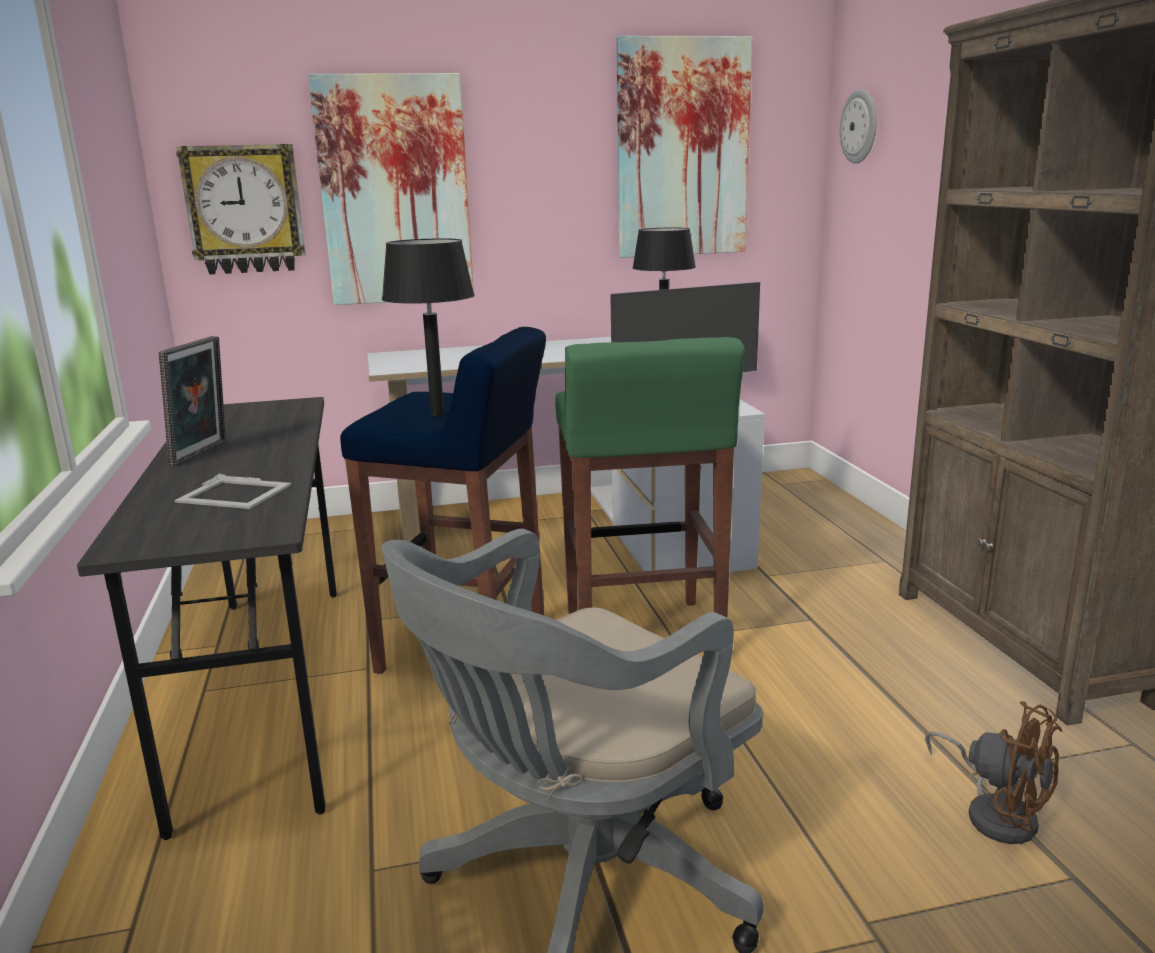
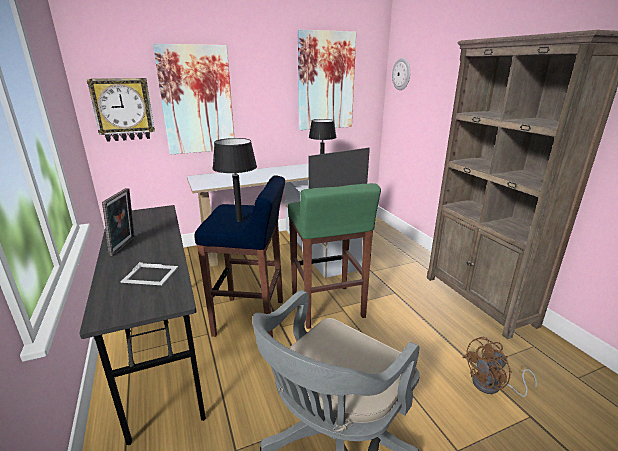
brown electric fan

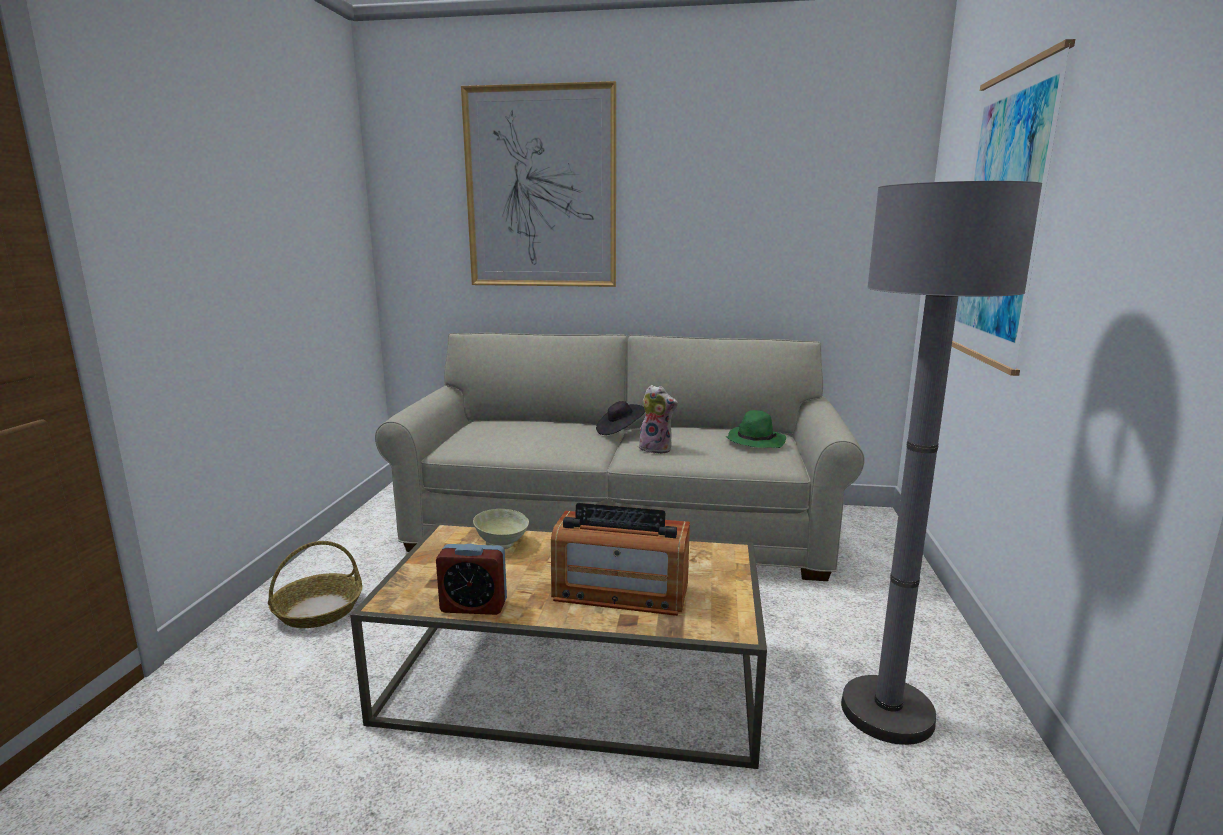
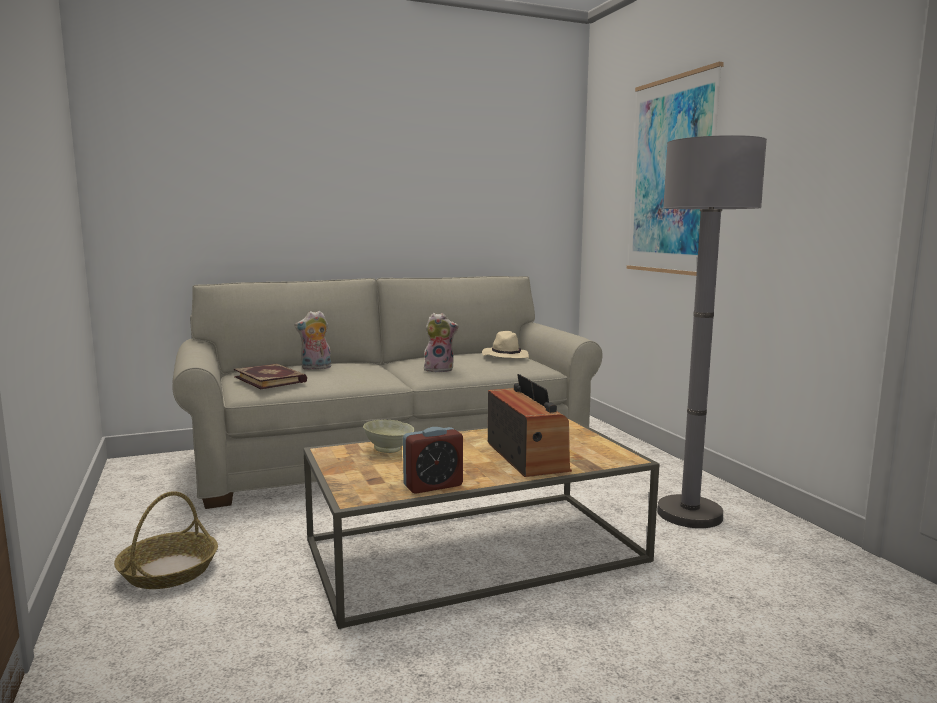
volume
soft toy (no. 1 from left)
beige-coloured hat
radio receiver
wall art (no. 1 from left in the first image)
black hat

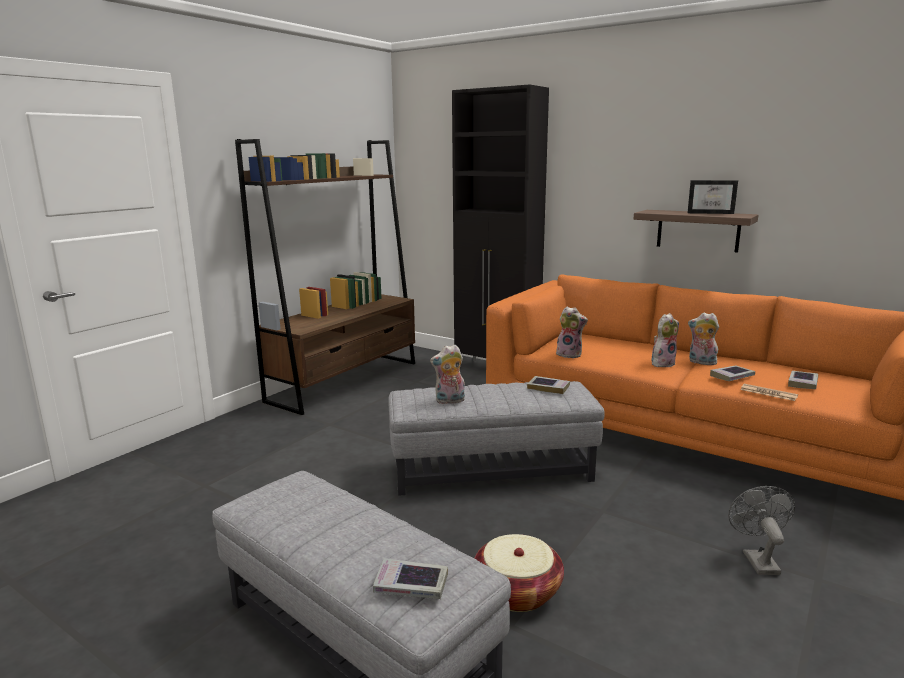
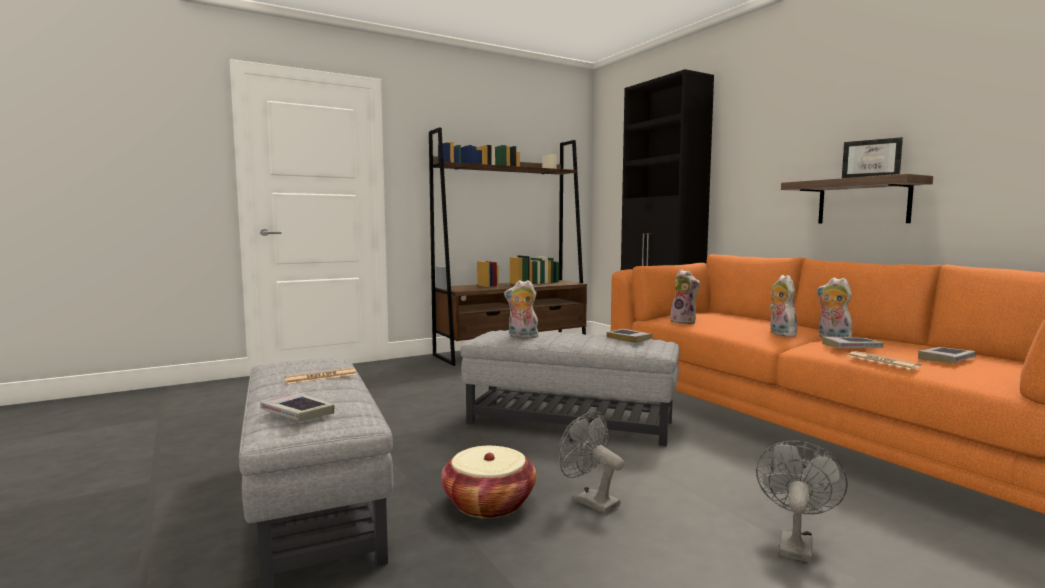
newspaper (no. 1 from left)
grey electric fan (no. 1 from left)
soft toy (no. 3 from left)

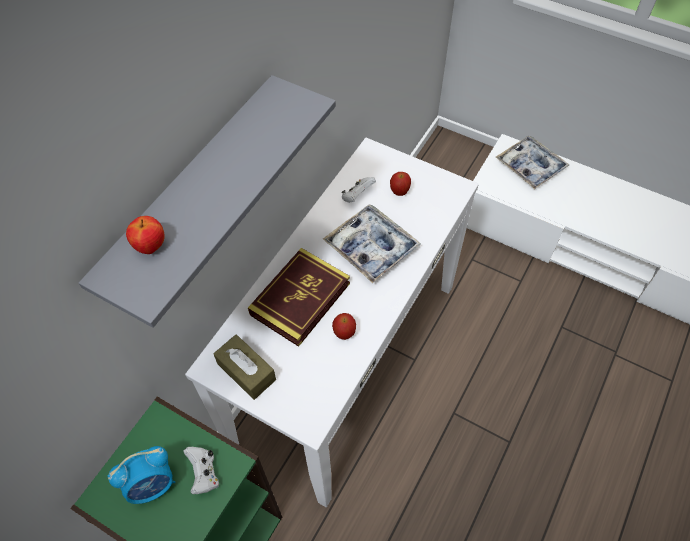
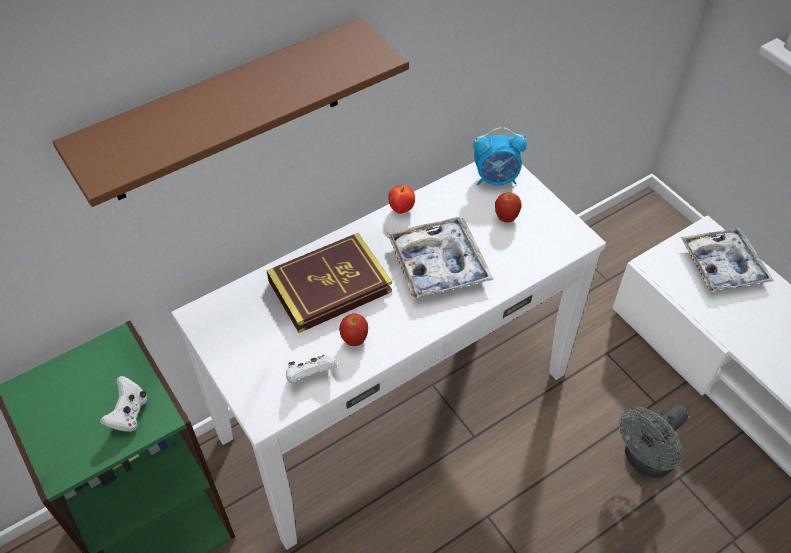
brown wall shelf
whitish gamepad (no. 2 from left)
whole apple (no. 2 from left)
table clock
grey electric fan
brown tissue box

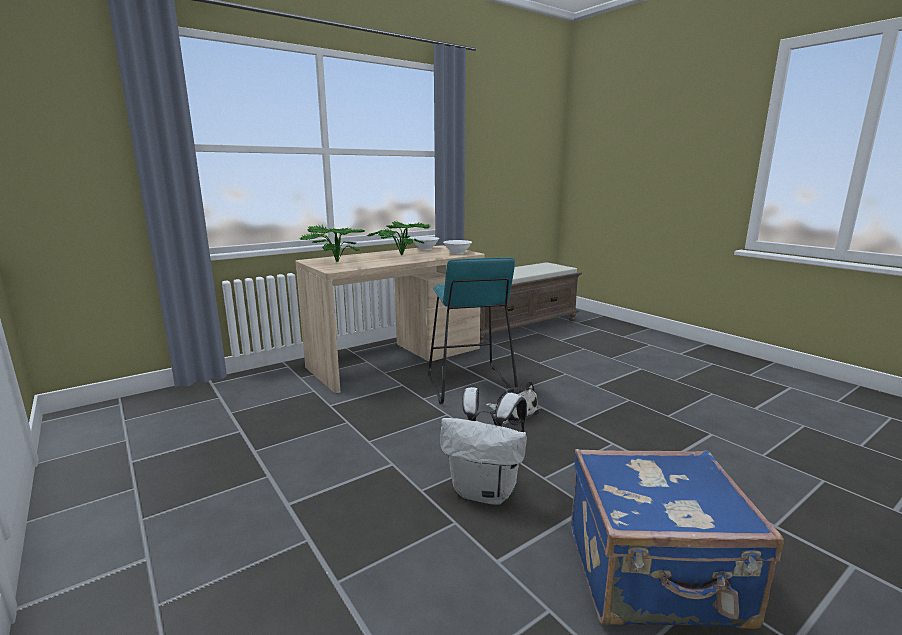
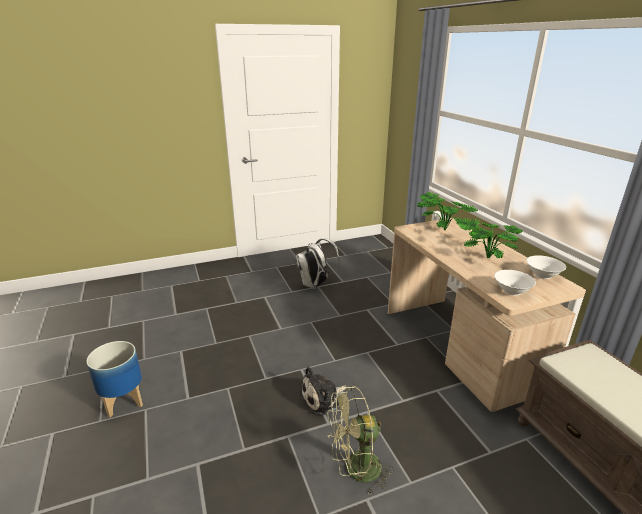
plant pot
whitish rucksack
green-coloured electric fan
turquoise stool

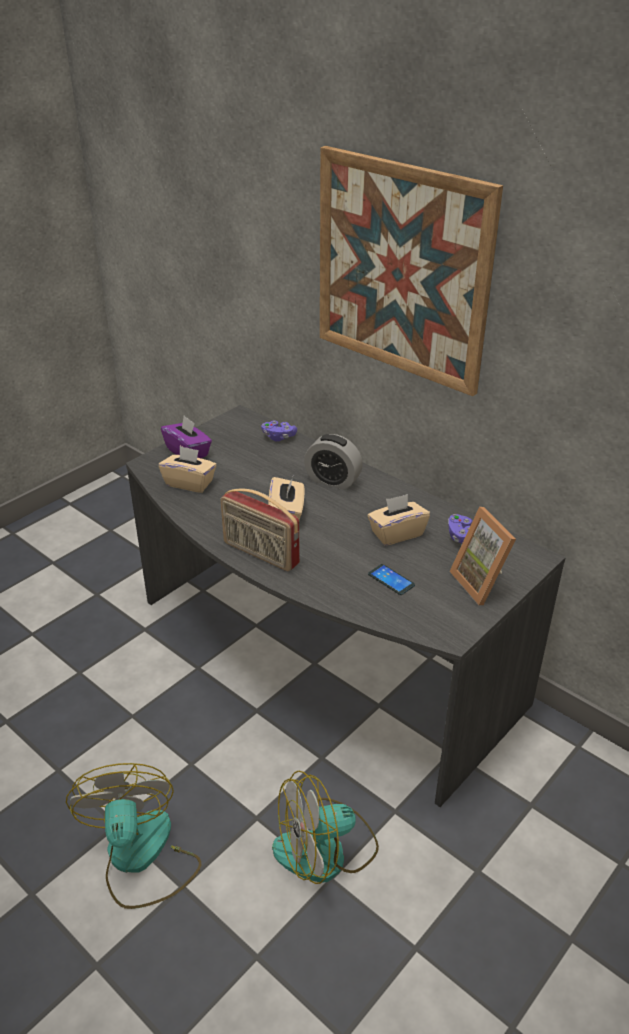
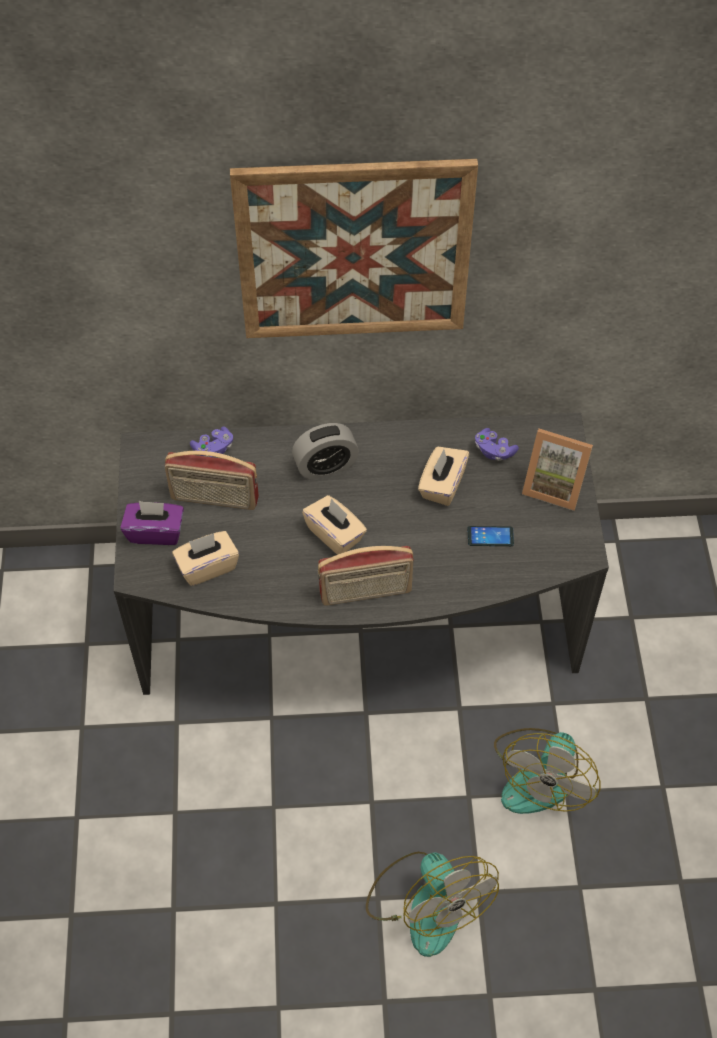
radio receiver (no. 1 from left)
electric fan (no. 1 from left)

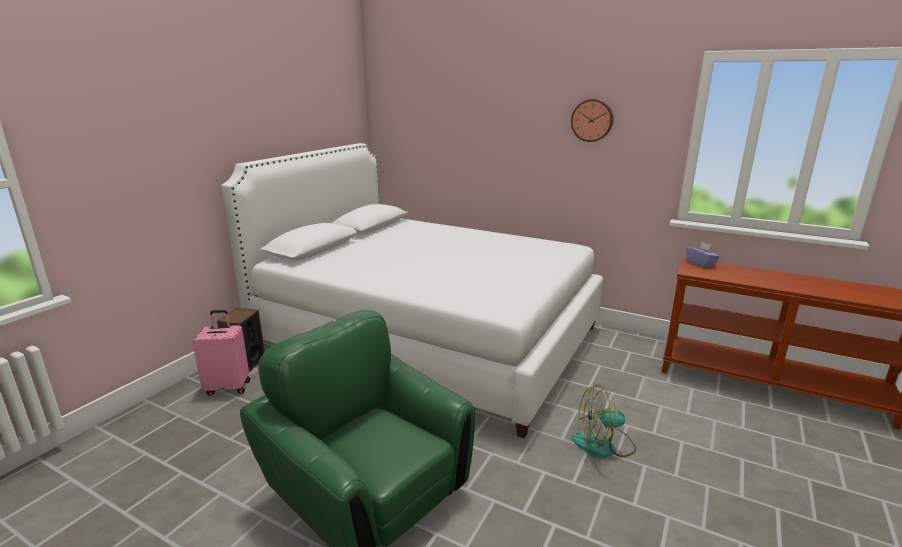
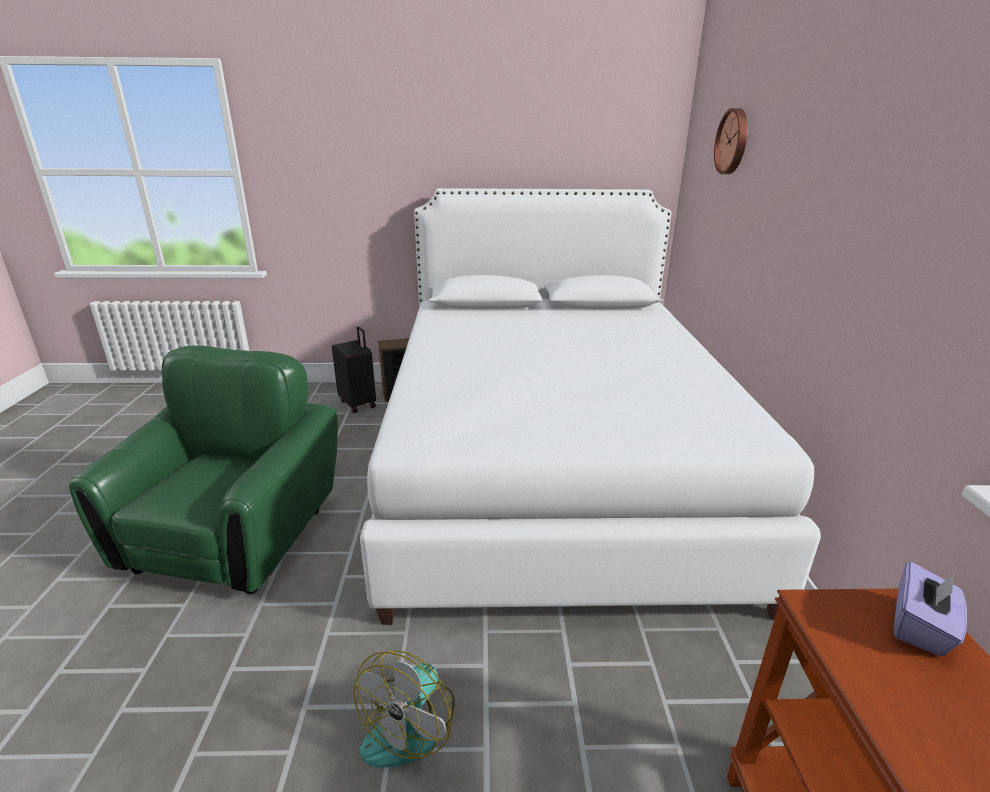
black travel case
electric fan
hanging clock

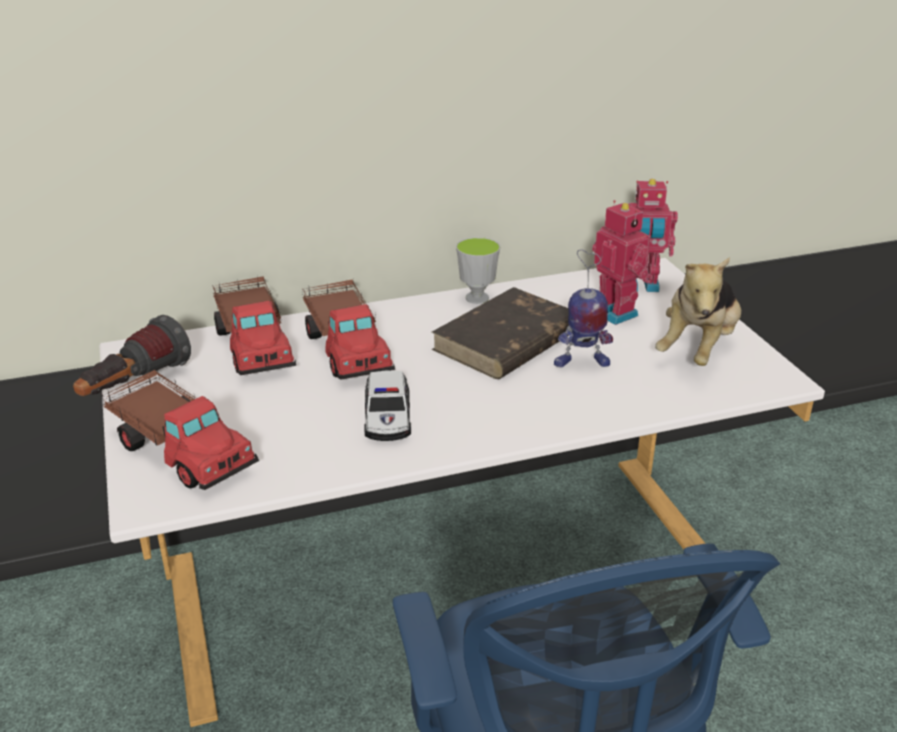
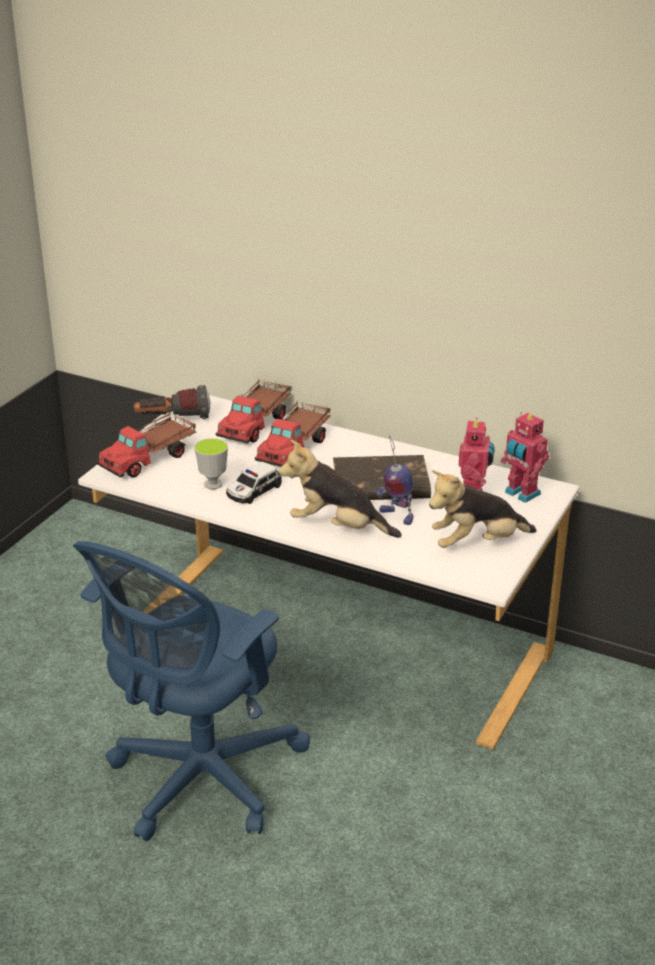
model truck (no. 1 from left)
cup
soft toy (no. 1 from left)

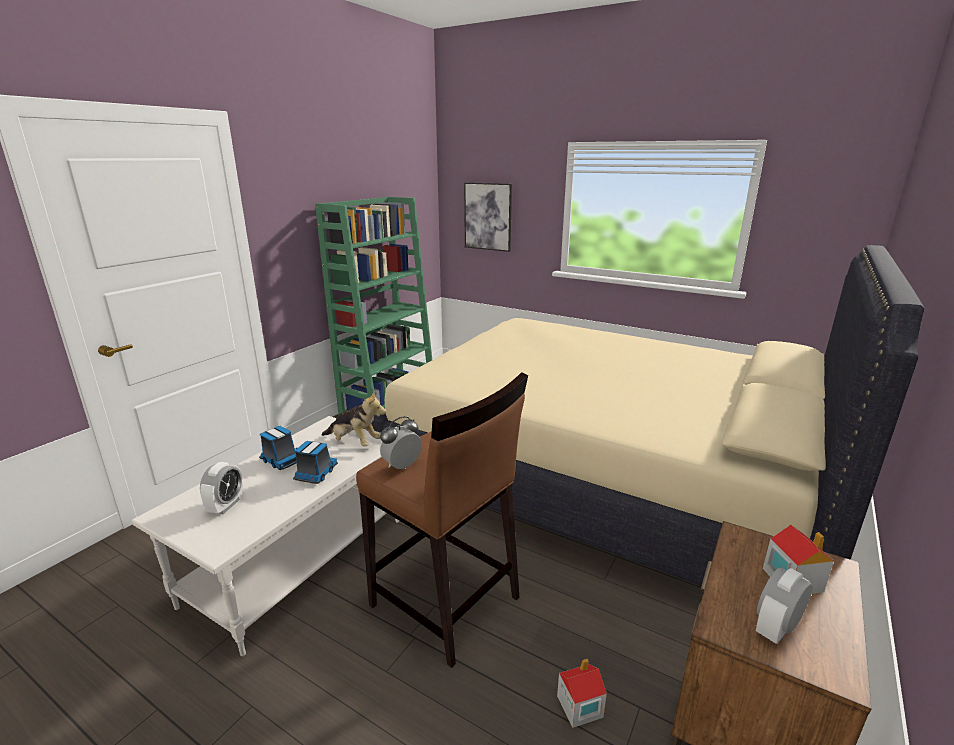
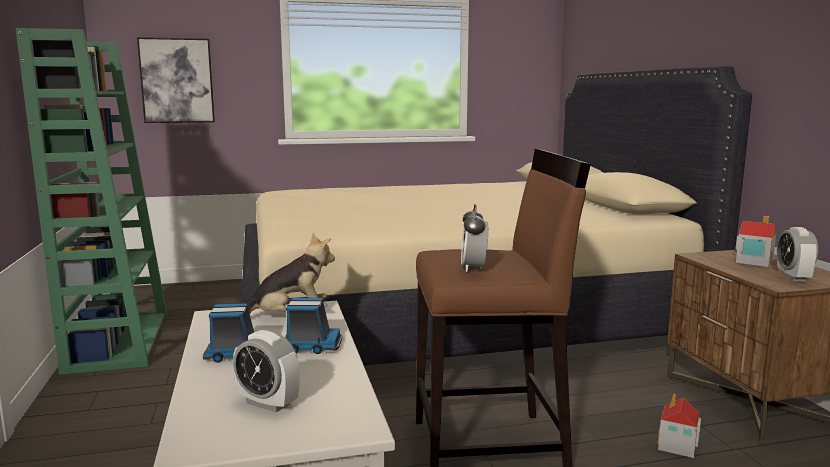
table clock (no. 1 from left)
model truck (no. 2 from left)

